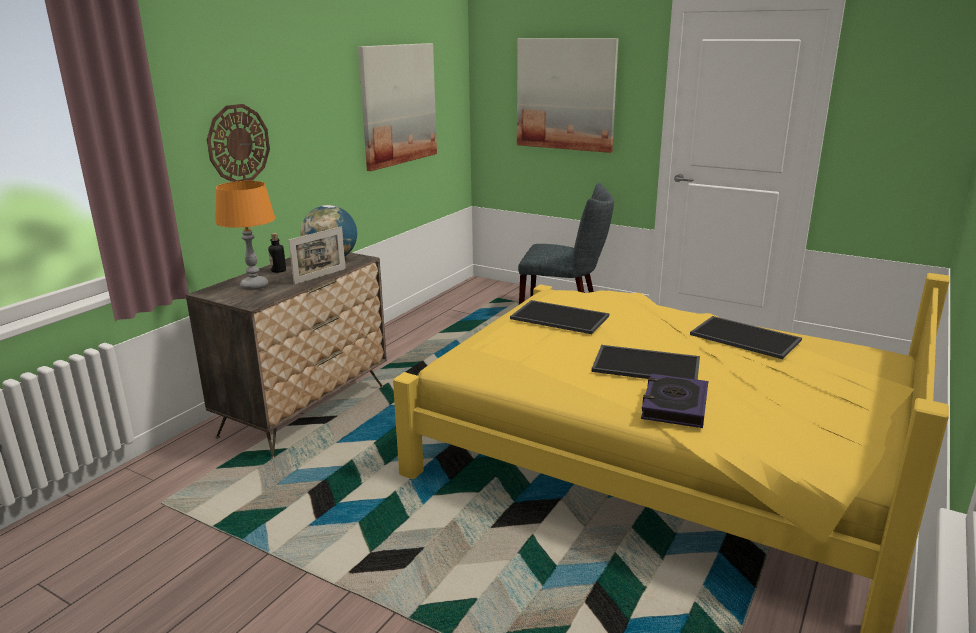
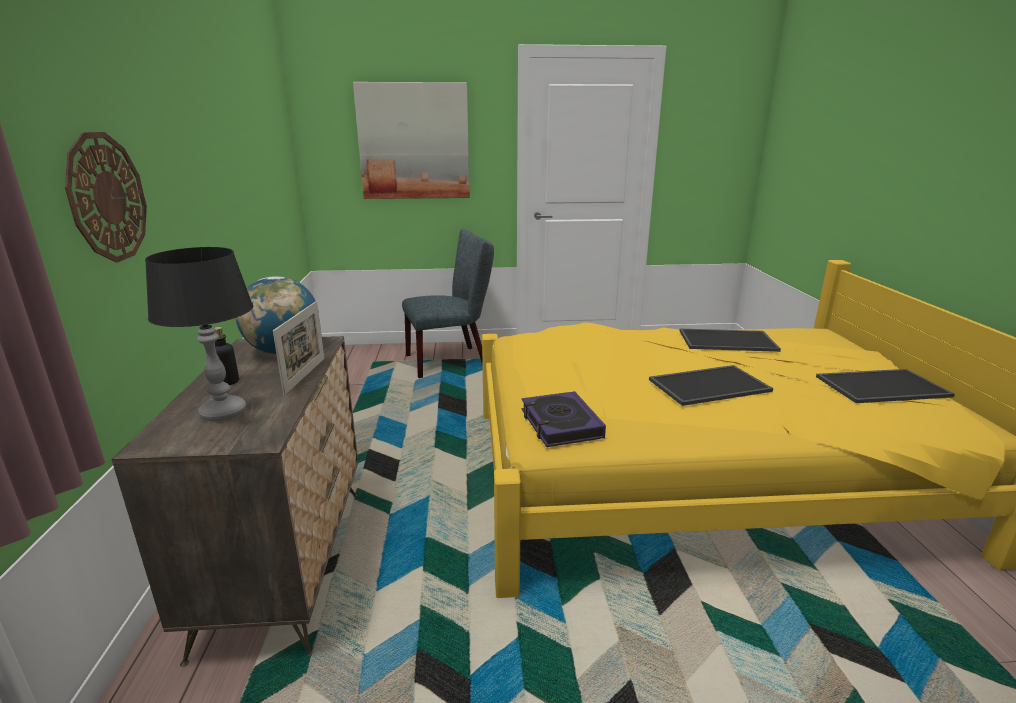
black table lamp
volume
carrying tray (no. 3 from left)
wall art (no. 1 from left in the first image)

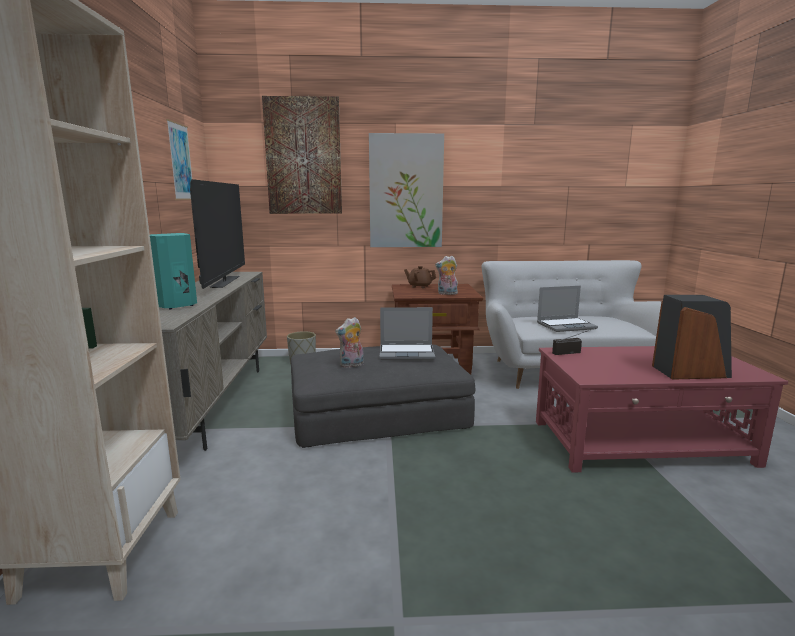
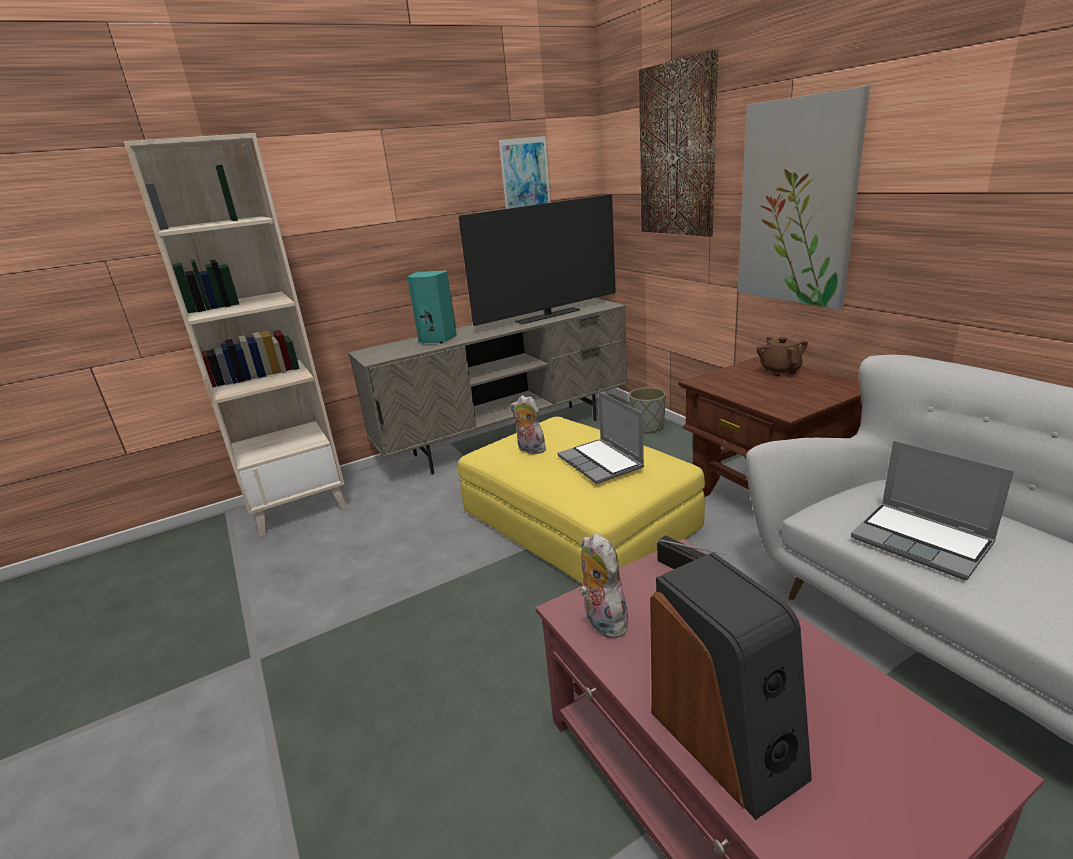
yellowish pouffe
soft toy (no. 2 from left)

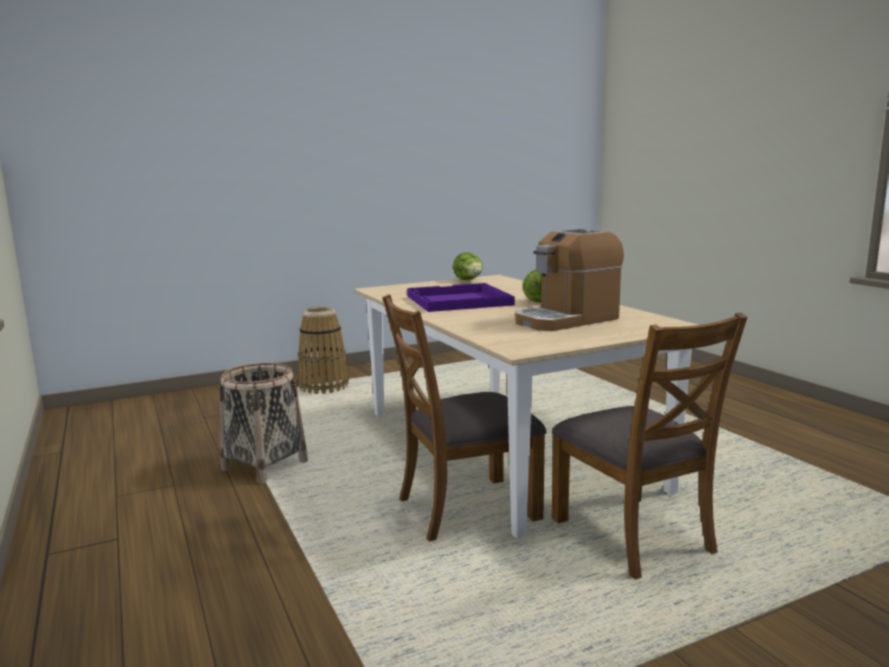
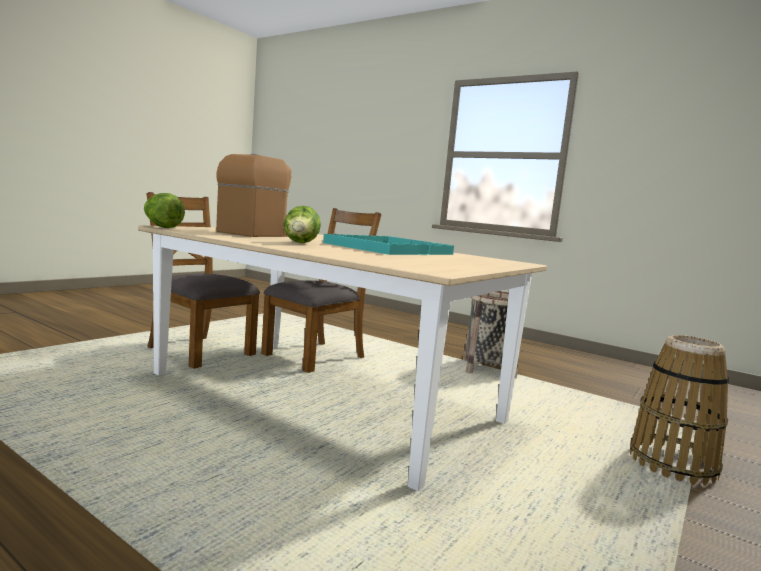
head of lettuce (no. 1 from left)
turquoise carrying tray

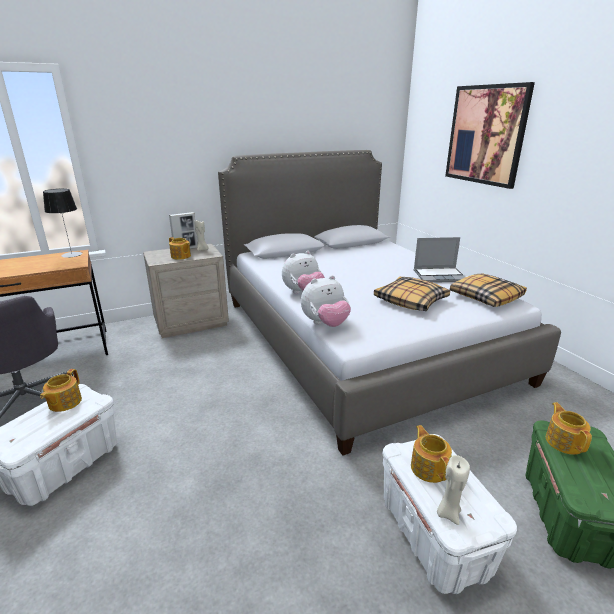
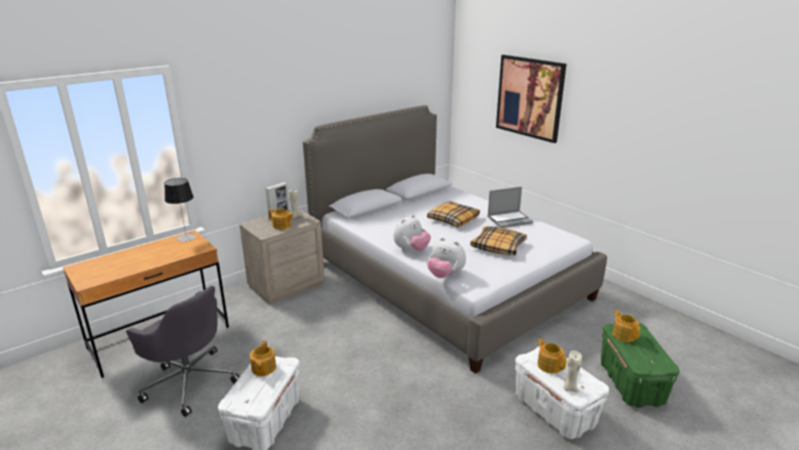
cushion (no. 1 from left)
soft toy (no. 2 from left)

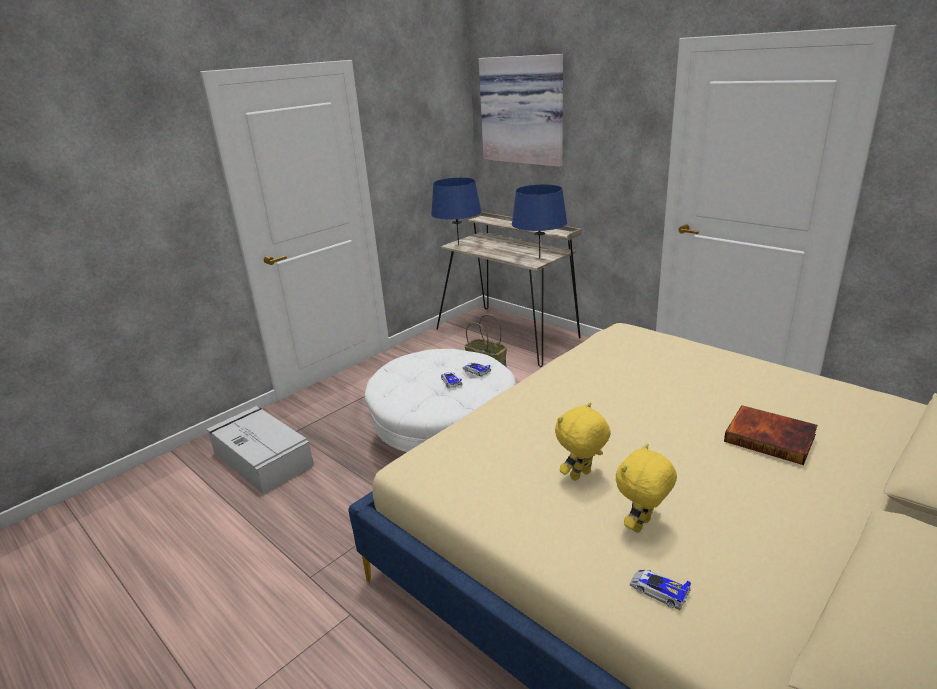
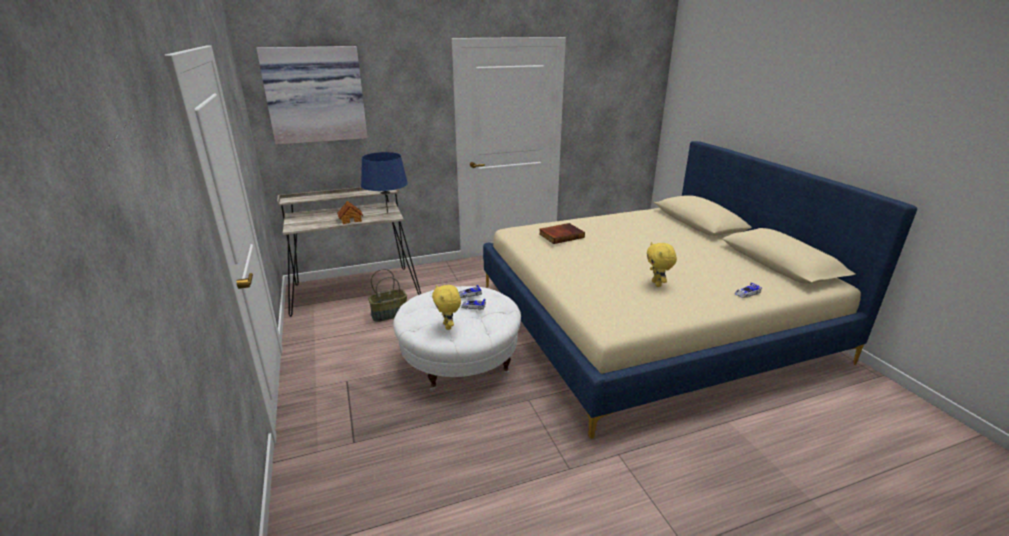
miniature house
yellowish soft toy (no. 1 from left)
volume
grey storage container
blue-coloured table lamp (no. 1 from left in the first image)

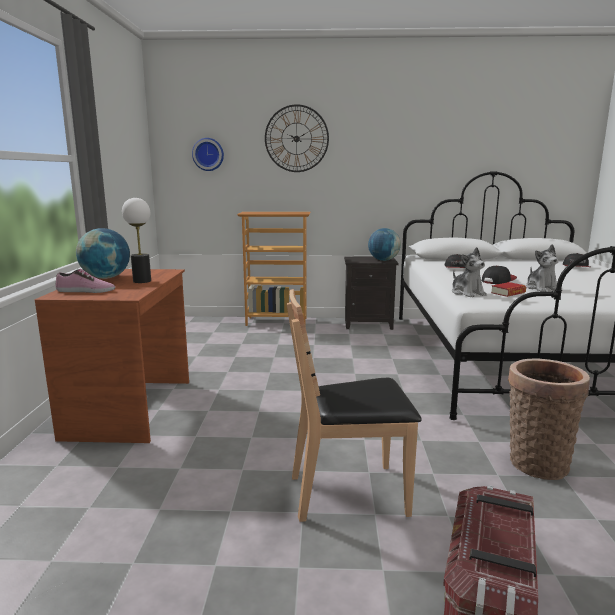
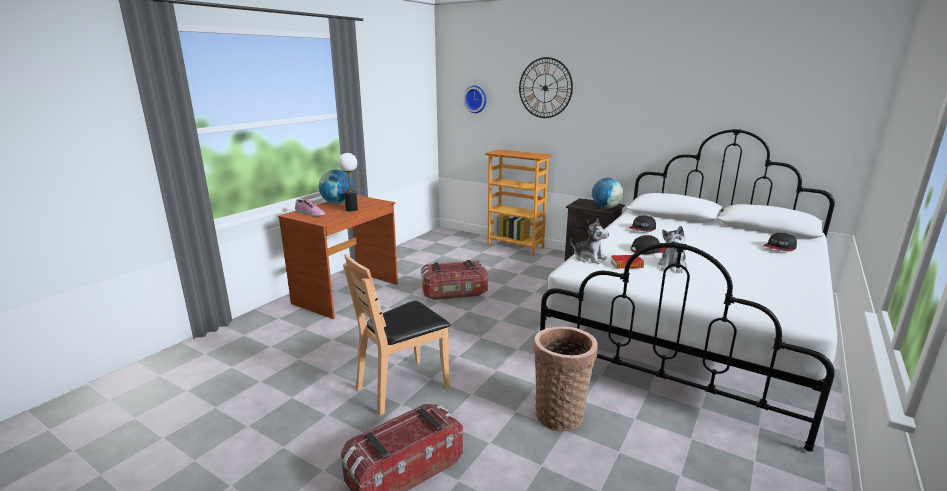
brown upright chair
storage container (no. 2 from left)
soft toy (no. 1 from left)

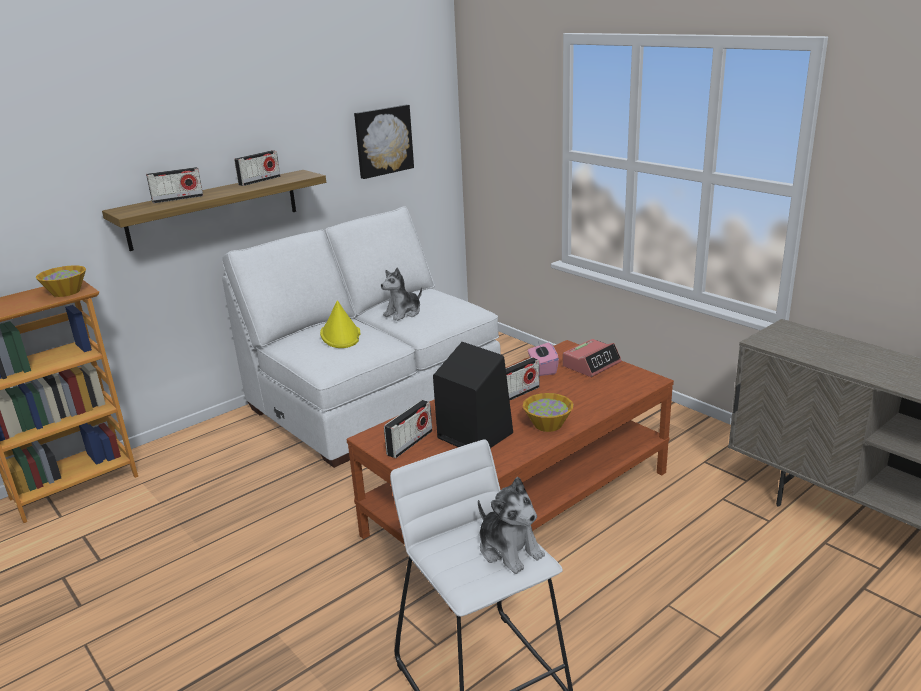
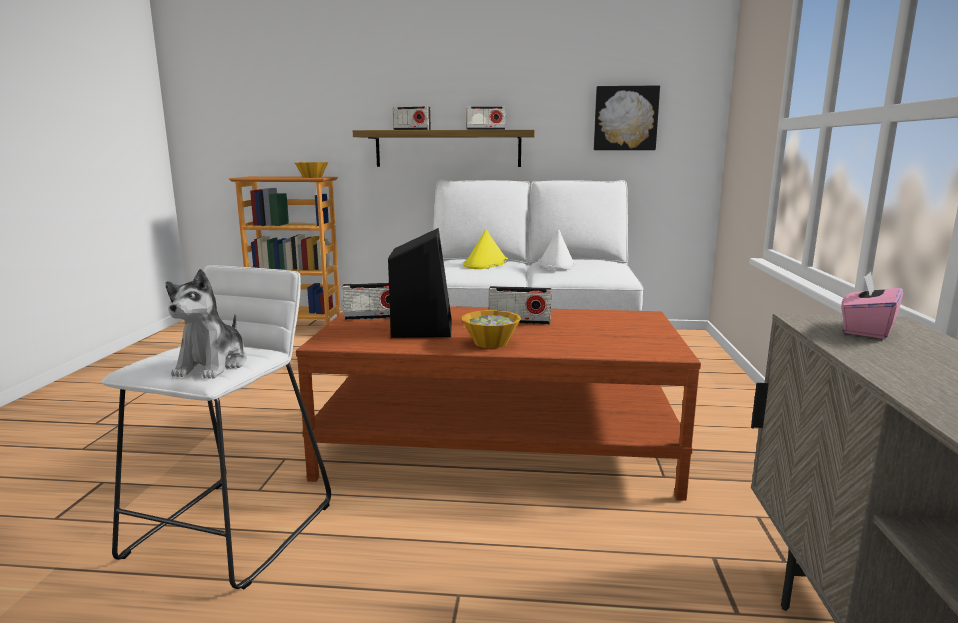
whitish hat
pinkish tissue box
table clock

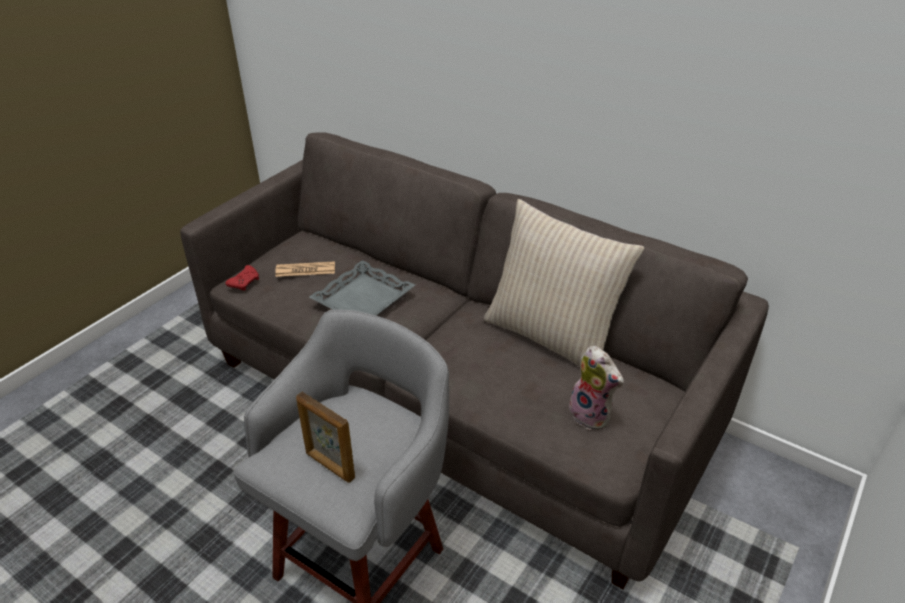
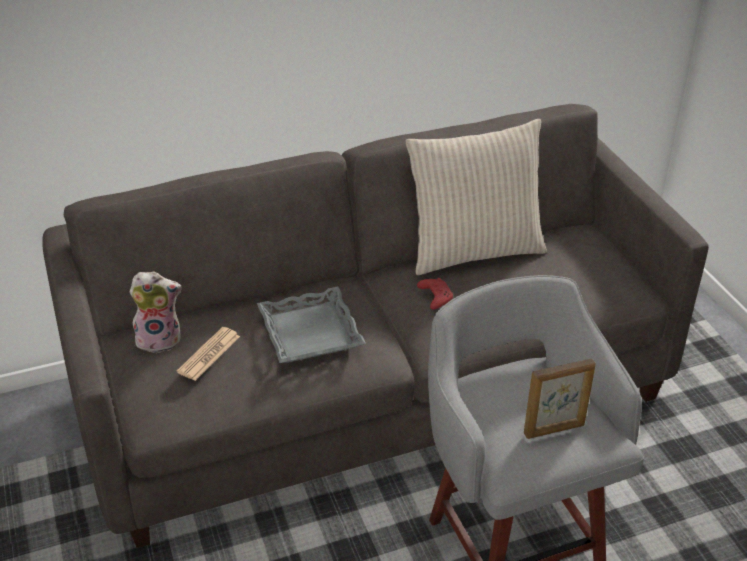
soft toy
reddish gamepad

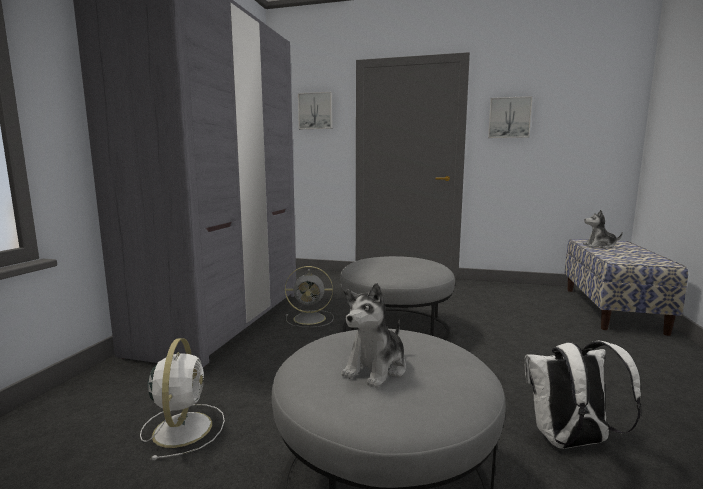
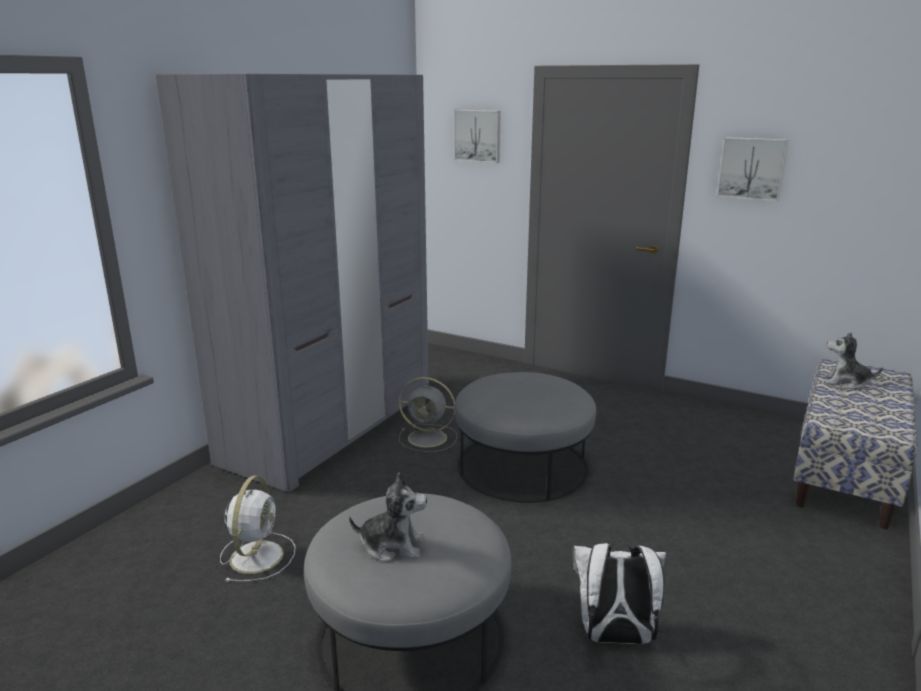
soft toy (no. 1 from left)

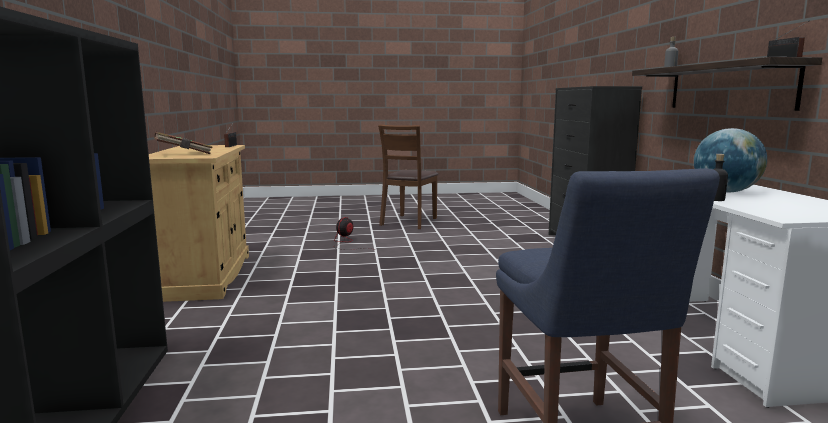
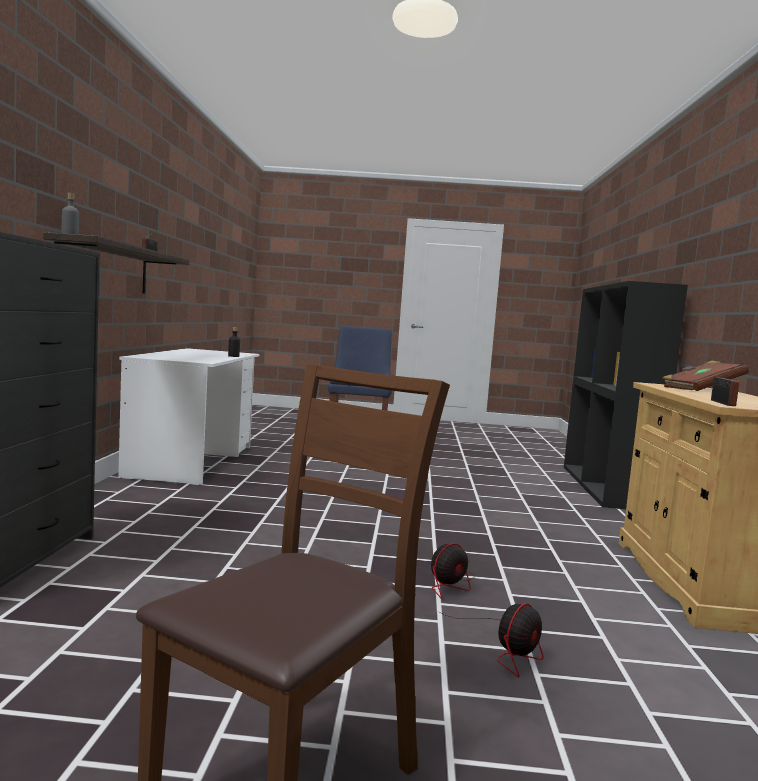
electric fan (no. 1 from left)
globe

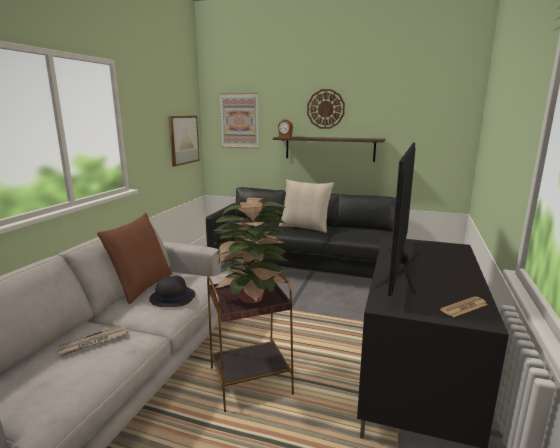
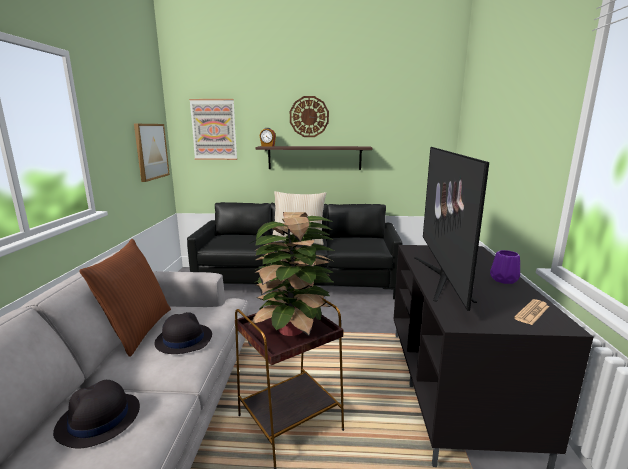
black hat (no. 1 from left)
purple vase

